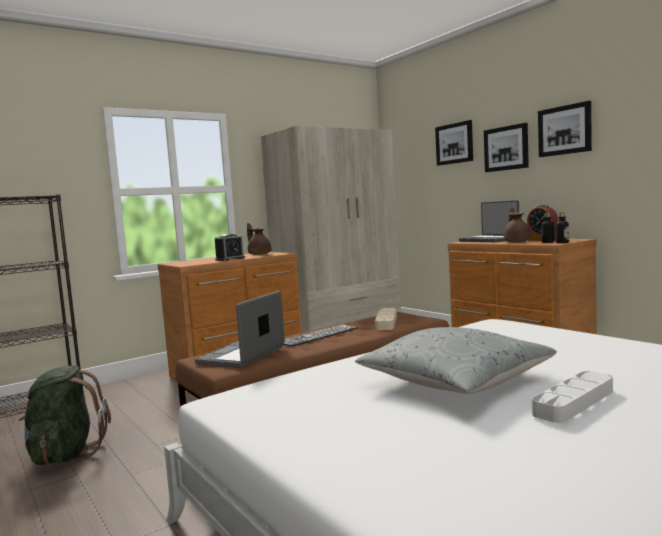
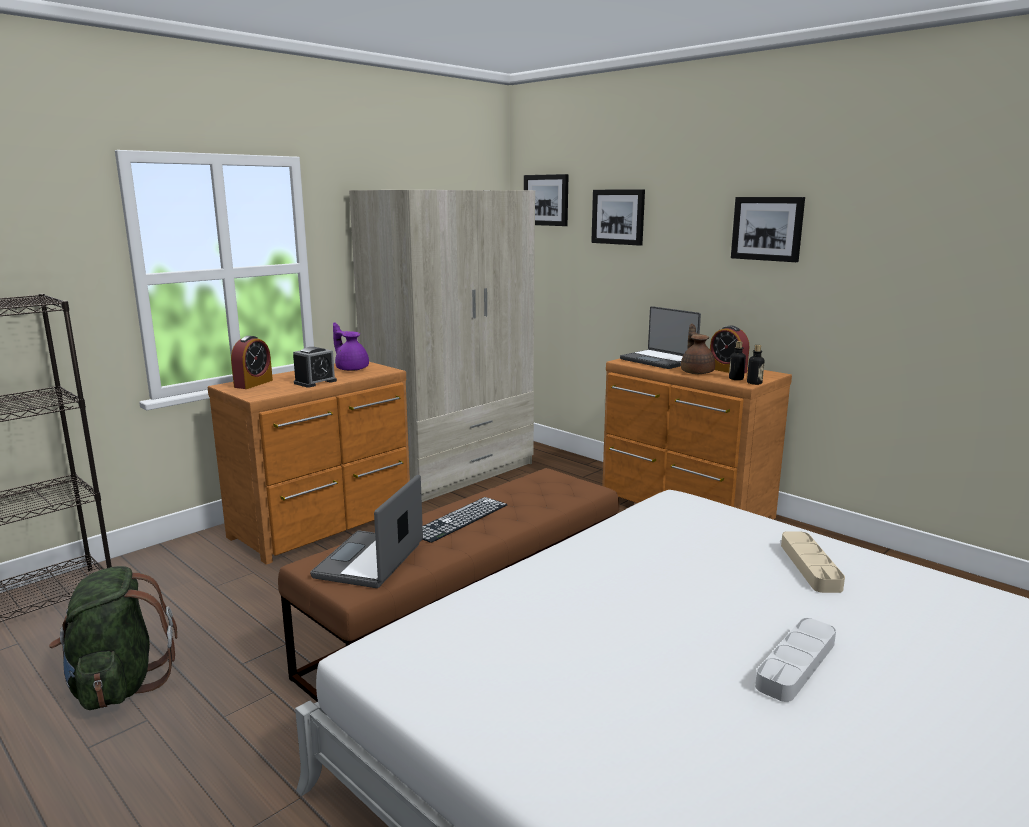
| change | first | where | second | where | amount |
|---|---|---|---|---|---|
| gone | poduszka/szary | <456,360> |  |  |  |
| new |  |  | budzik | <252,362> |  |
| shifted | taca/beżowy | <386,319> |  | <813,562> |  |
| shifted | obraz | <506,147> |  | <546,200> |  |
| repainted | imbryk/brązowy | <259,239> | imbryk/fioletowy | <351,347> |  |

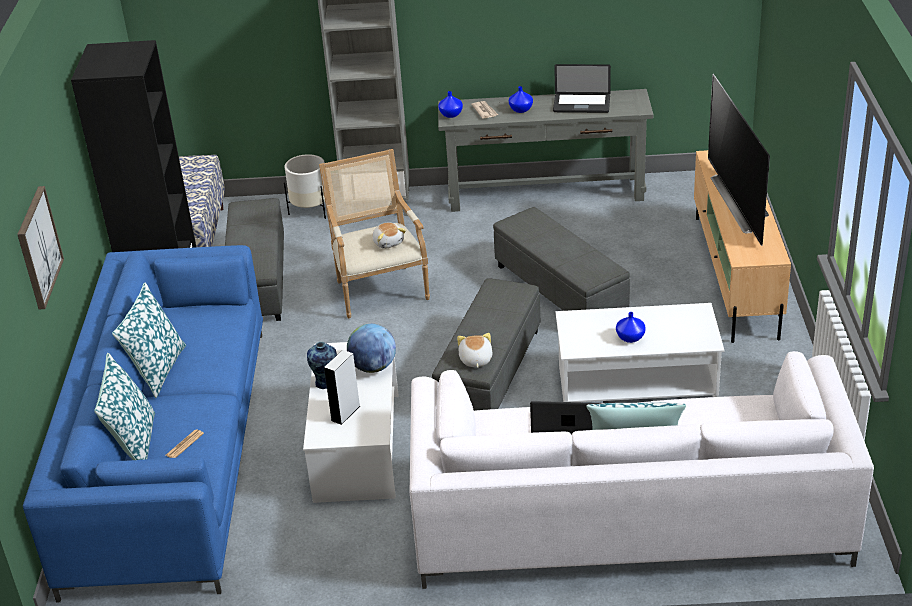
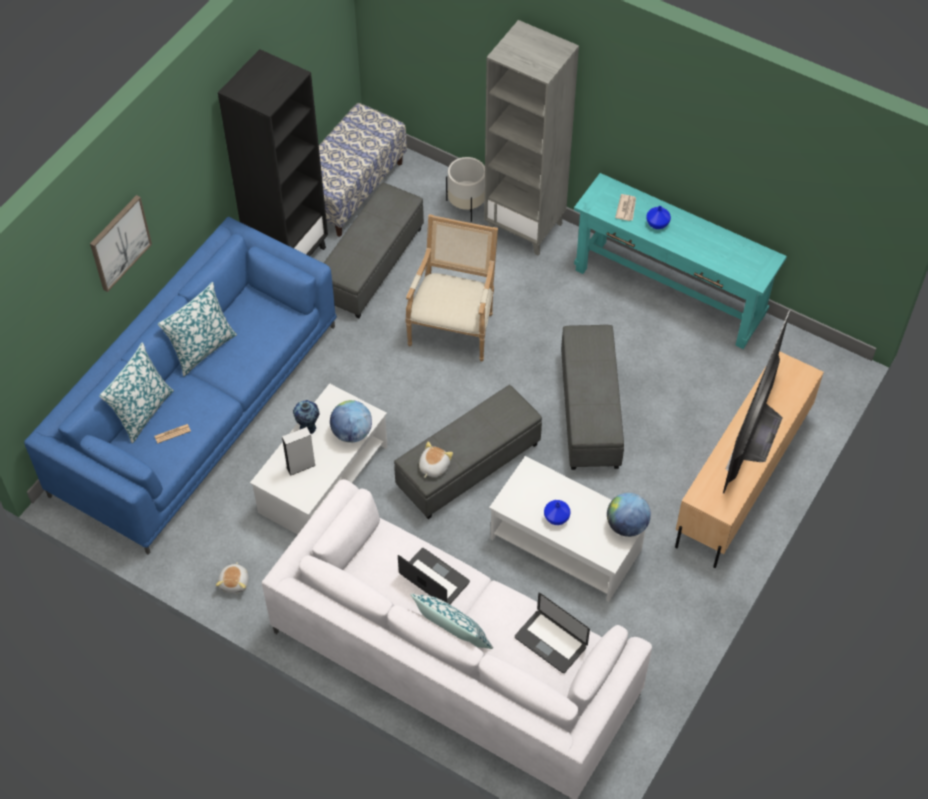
| change | first | where | second | where | amount |
|---|---|---|---|---|---|
| gone | wazon/niebieski | <450,104> |  |  |  |
| new |  |  | globus | <629,515> |  |
| shifted | pluszak | <389,235> |  | <232,577> |  |
| shifted | laptop | <582,88> |  | <552,633> |  |
| repainted | stolik konsolowy/szary | <546,150> | stolik konsolowy/turkusowy | <680,261> |  |

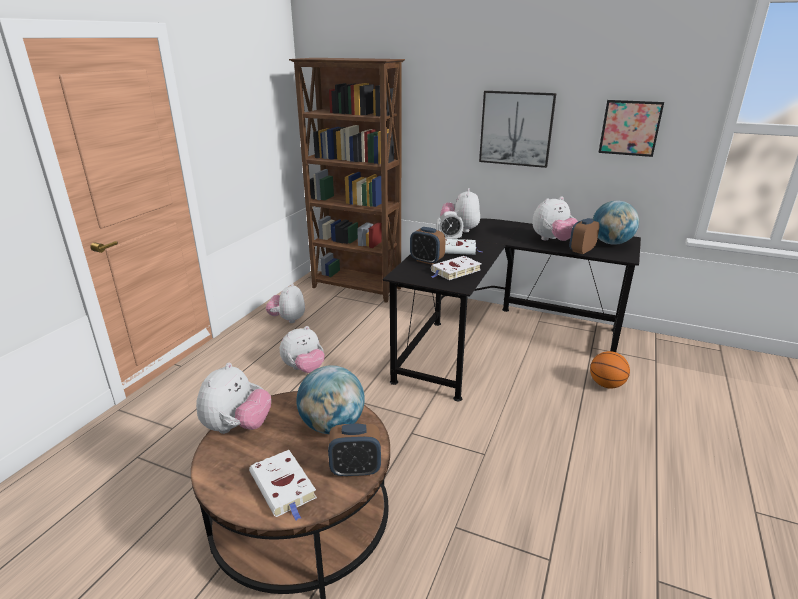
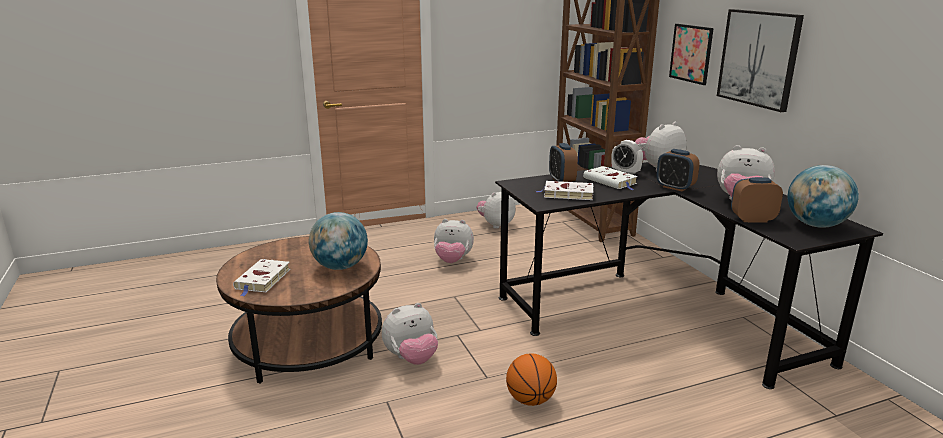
| change | first | where | second | where | amount |
|---|---|---|---|---|---|
| shifted | pluszak | <233,398> |  | <410,334> |  |
| shifted | budzik | <354,450> |  | <678,170> |  |
| shifted | piłka do koszykówki | <610,370> |  | <531,379> |  |
| shifted | obraz | <631,128> |  | <691,54> |  |

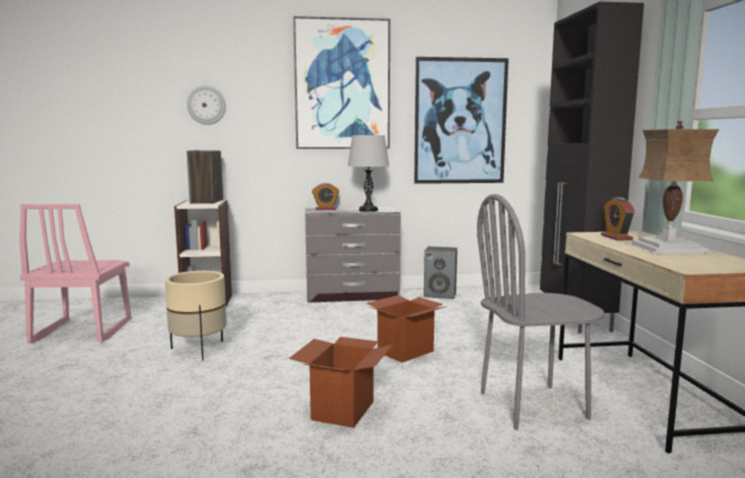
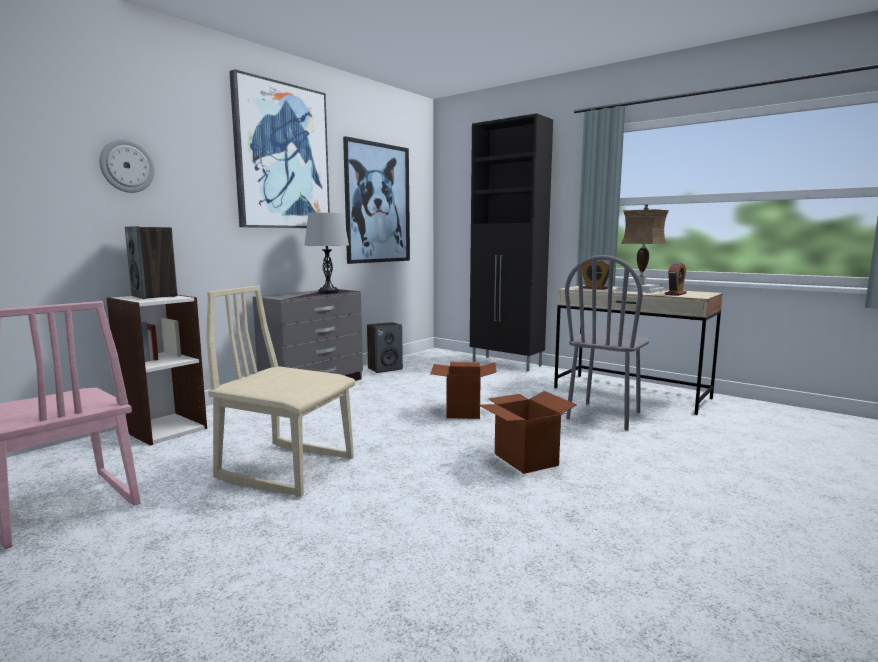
| change | first | where | second | where | amount |
|---|---|---|---|---|---|
| shifted | budzik | <325,196> |  | <676,279> |  |
| swapped | donica/beżowy | <196,316> | krzesło/beżowy | <281,391> |  |

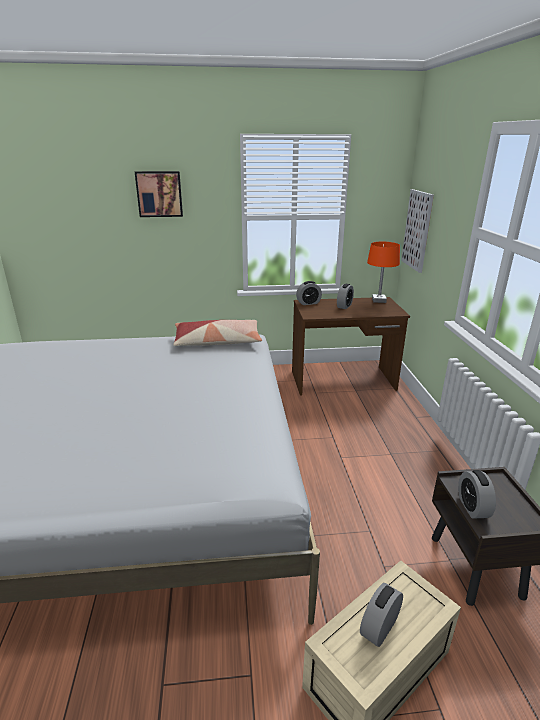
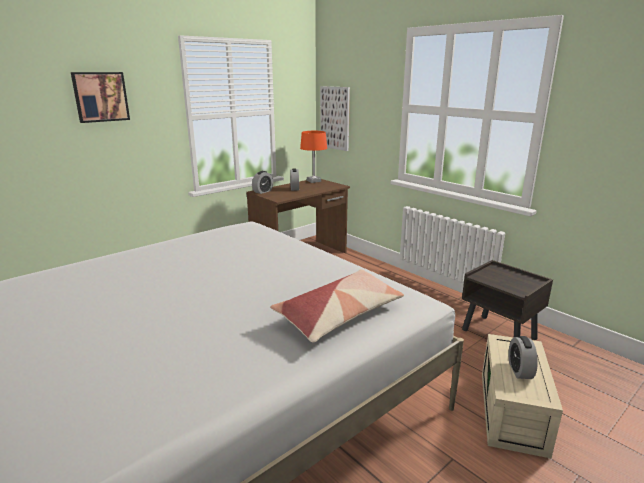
| change | first | where | second | where | amount |
|---|---|---|---|---|---|
| gone | budzik | <477,494> |  |  |  |
| shifted | poduszka | <217,333> |  | <337,306> |  |

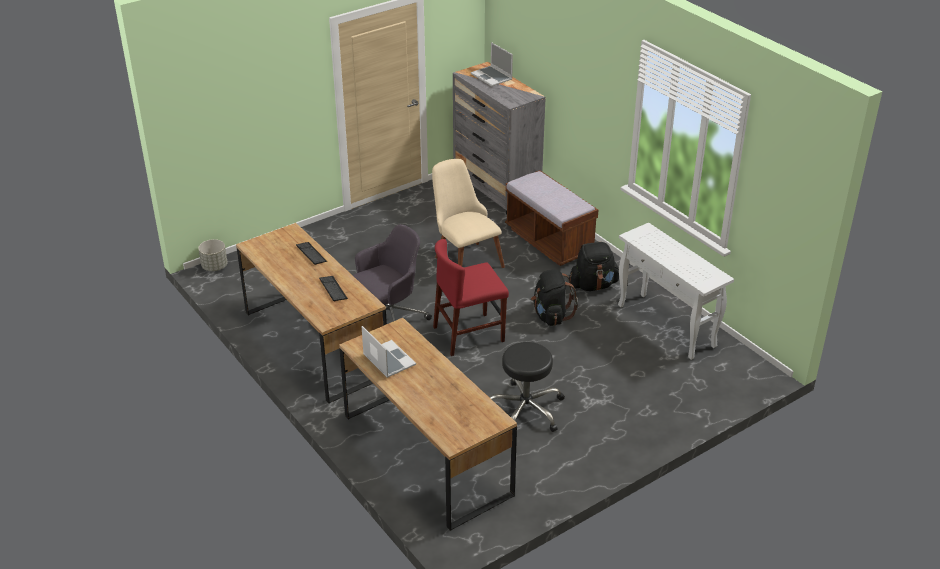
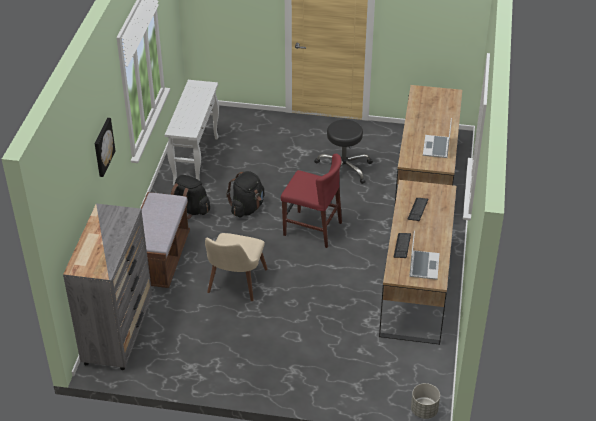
| change | first | where | second | where | amount |
|---|---|---|---|---|---|
| gone | krzesło biurowe/szary | <392,272> |  |  |  |
| new |  |  | obraz | <105,147> |  |
| shifted | laptop | <492,64> |  | <424,255> |  |

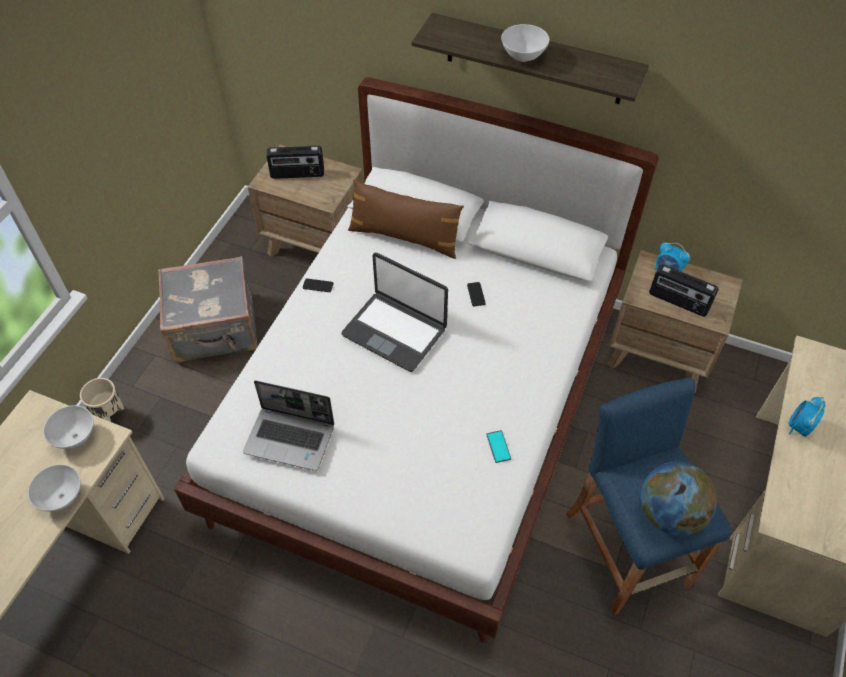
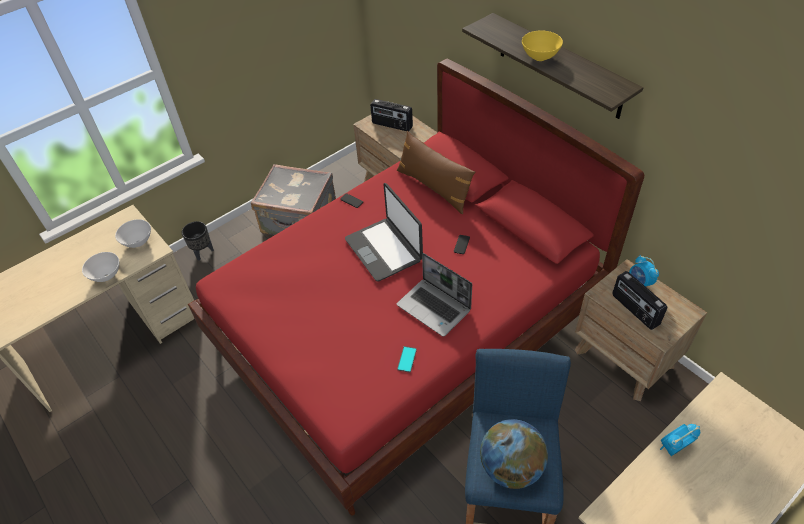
| change | first | where | second | where | amount |
|---|---|---|---|---|---|
| shifted | laptop | <288,425> |  | <434,295> |  |
| repainted | donica/beżowy | <102,400> | donica/czarny | <198,241> |  |
| repainted | łóżko/biały | <416,360> | łóżko/czerwony | <416,287> |  |
| repainted | miska/biały | <525,43> | miska/żółty | <542,45> |  |

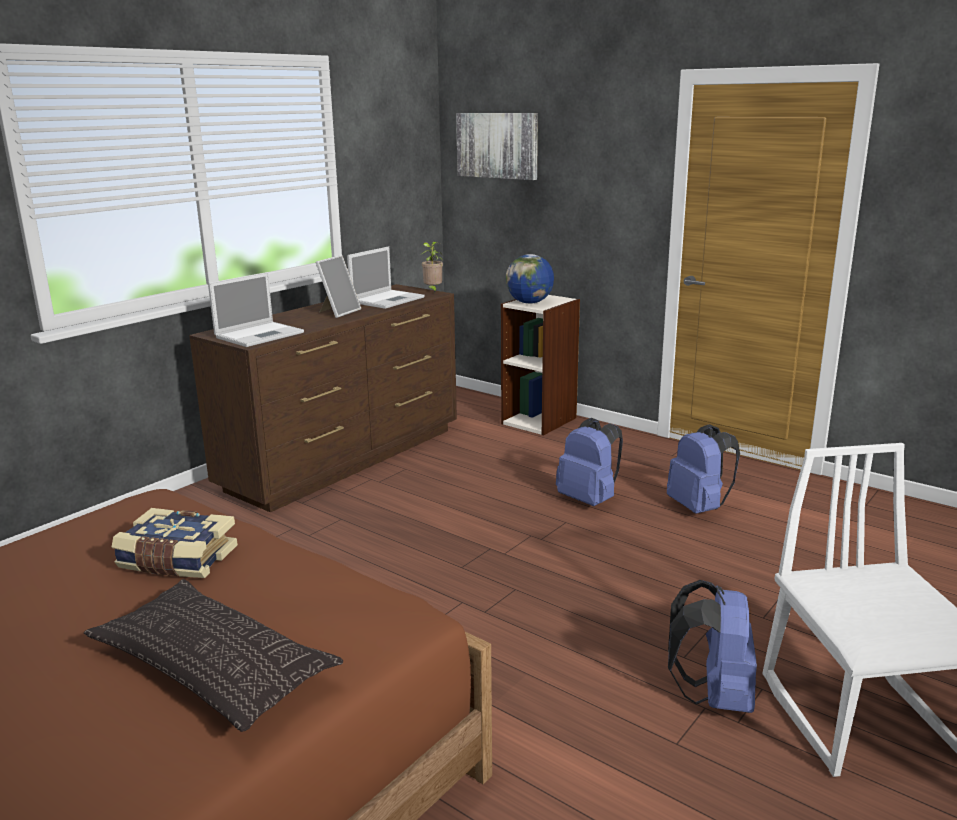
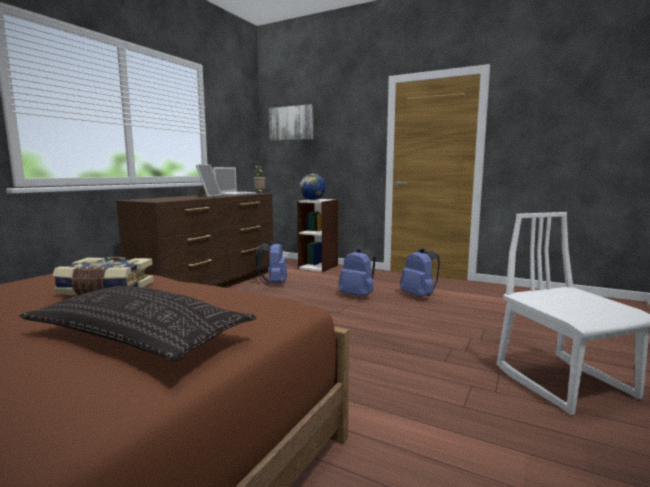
| change | first | where | second | where | amount |
|---|---|---|---|---|---|
| gone | laptop | <256,309> |  |  |  |
| shifted | plecak/niebieski | <712,646> |  | <271,262> |  |

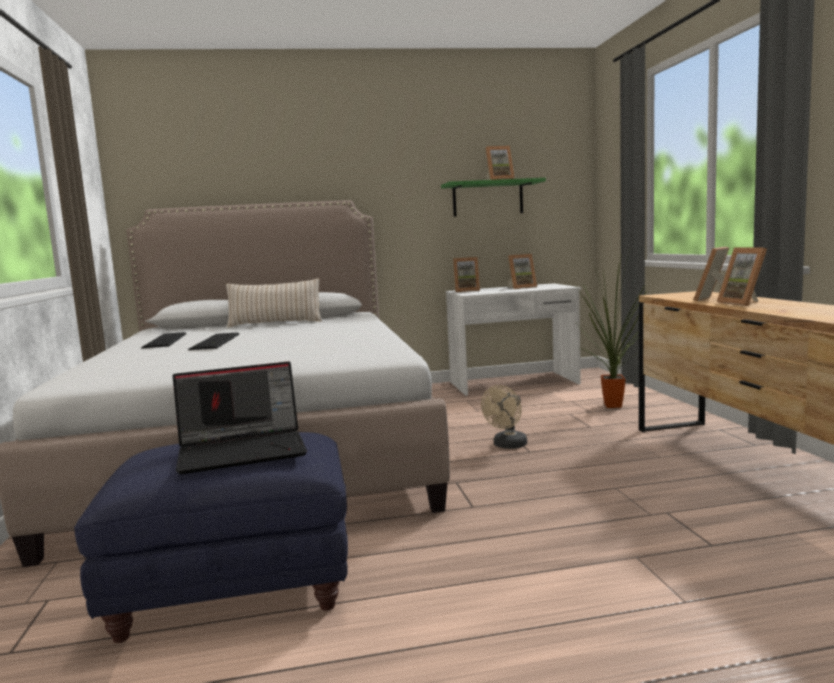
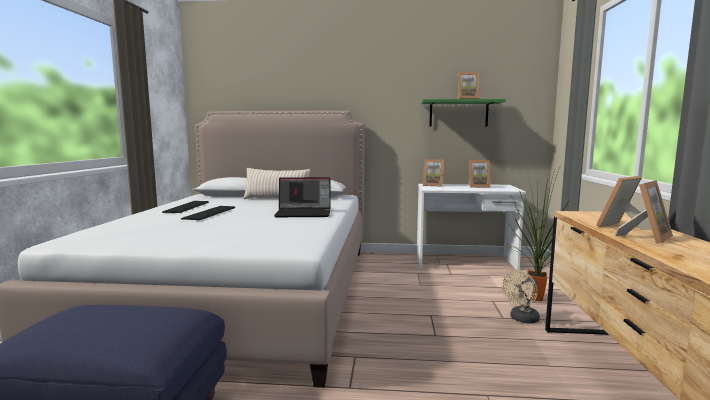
| change | first | where | second | where | amount |
|---|---|---|---|---|---|
| shifted | laptop | <240,417> |  | <302,197> |  |
| shifted | wentylator/beżowy | <504,417> |  | <521,297> |  |
| rotated | ramka na zdjęcie | <742,276> |  | <643,212> | 135 degrees counterclockwise |

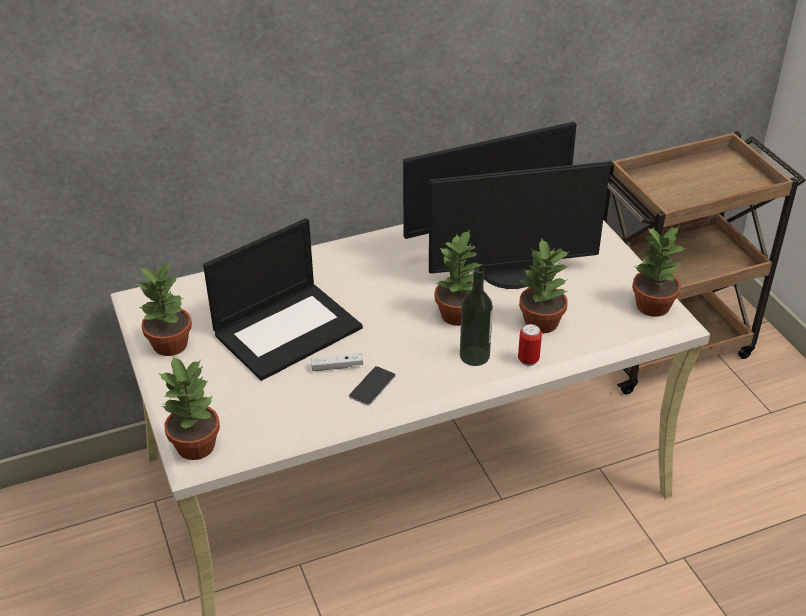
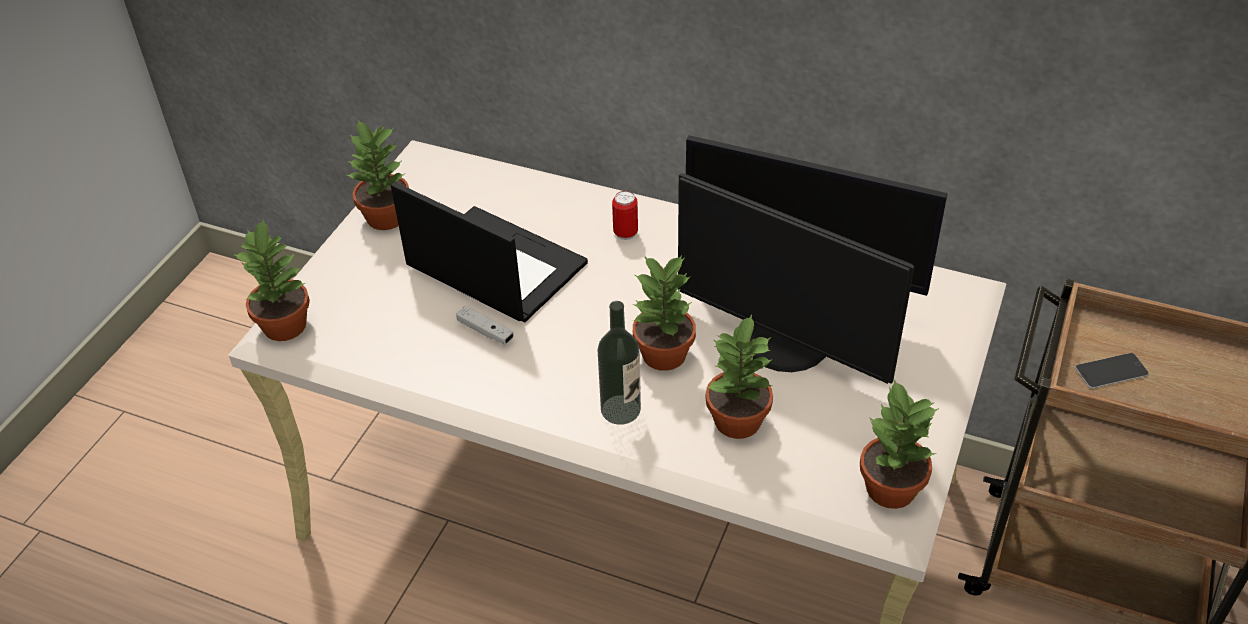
| change | first | where | second | where | amount |
|---|---|---|---|---|---|
| shifted | telefon | <372,386> |  | <1112,371> |  |
| shifted | puszka | <530,345> |  | <625,215> |  |
| rotated | laptop | <283,299> |  | <489,252> | 150 degrees counterclockwise |

